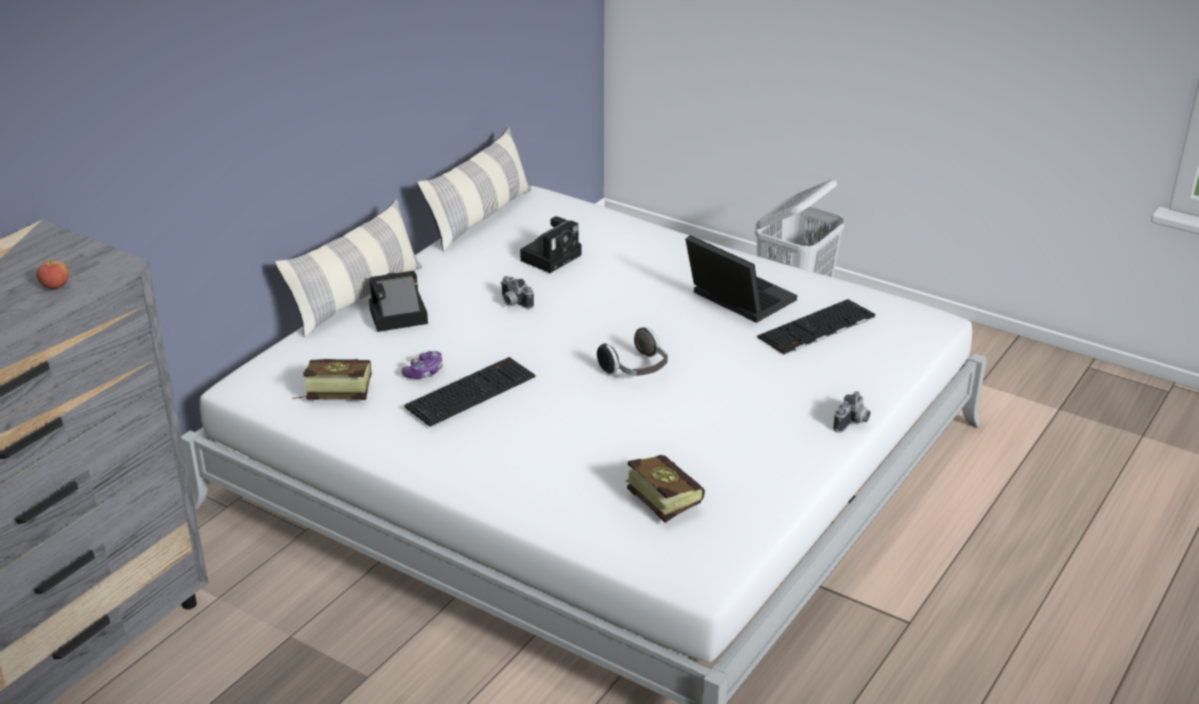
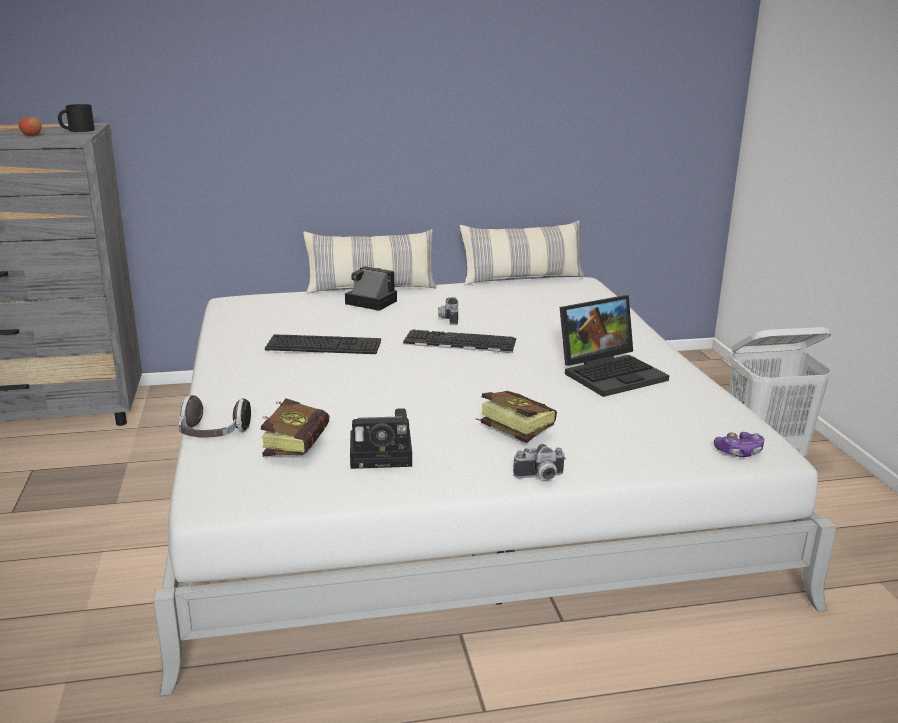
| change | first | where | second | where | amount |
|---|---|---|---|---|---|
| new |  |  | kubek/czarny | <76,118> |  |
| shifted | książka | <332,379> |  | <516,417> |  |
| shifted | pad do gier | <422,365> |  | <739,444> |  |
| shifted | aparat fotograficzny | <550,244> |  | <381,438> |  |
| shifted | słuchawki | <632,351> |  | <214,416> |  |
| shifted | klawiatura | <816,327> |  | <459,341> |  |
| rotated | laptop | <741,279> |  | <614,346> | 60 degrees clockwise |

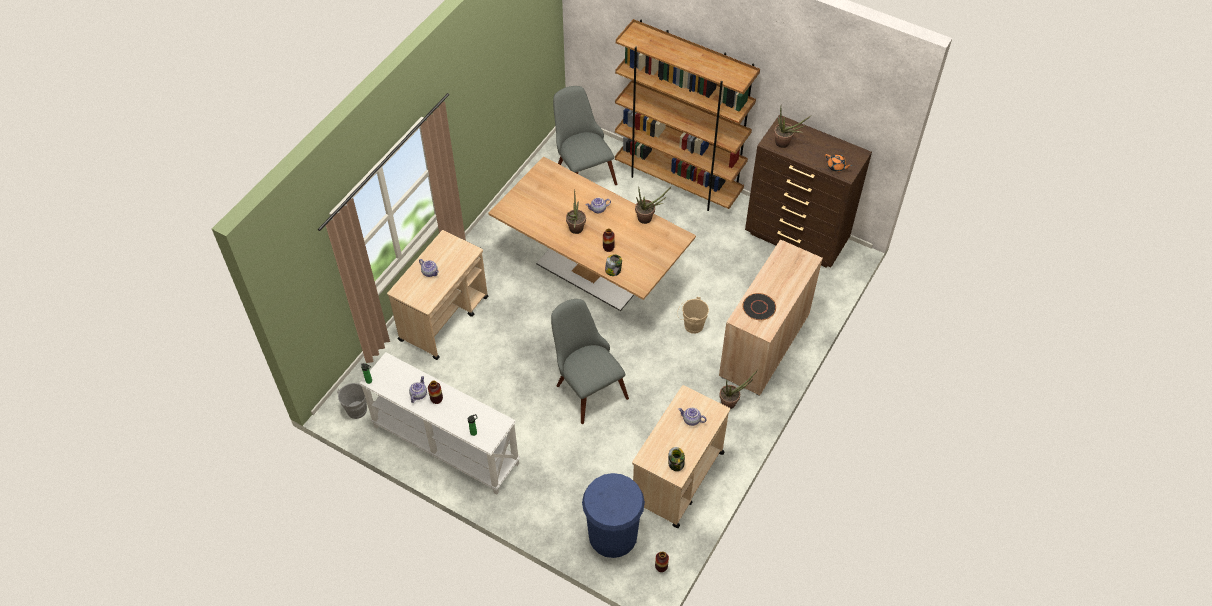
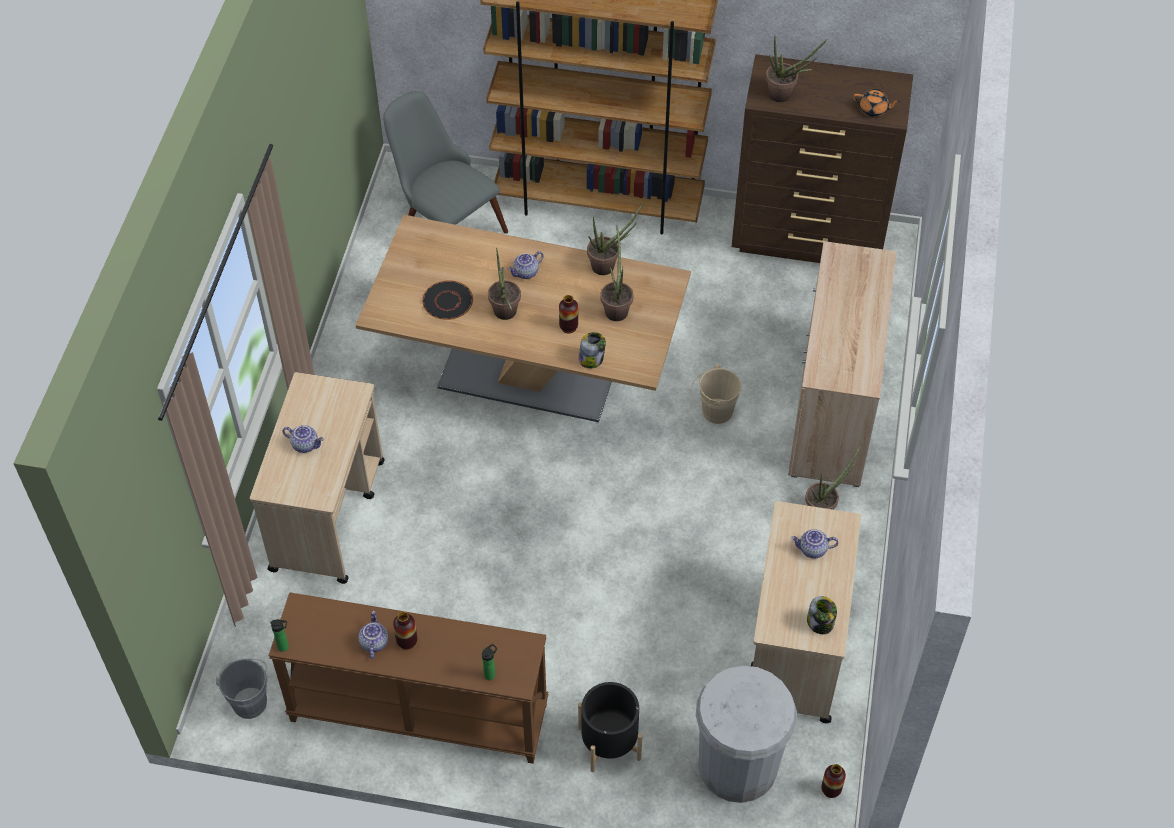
| change | first | where | second | where | amount |
|---|---|---|---|---|---|
| gone | krzesło/szary | <590,361> |  |  |  |
| new |  |  | donica/czarny | <610,727> |  |
| new |  |  | roślina doniczkowa | <616,273> |  |
| shifted | talerz/czarny | <759,306> |  | <447,300> |  |
| repainted | stolik konsolowy/biały | <439,423> | stolik konsolowy/brązowy | <408,678> |  |
| repainted | kosz na śmieci/niebieski | <613,515> | kosz na śmieci/biały | <746,734> |  |

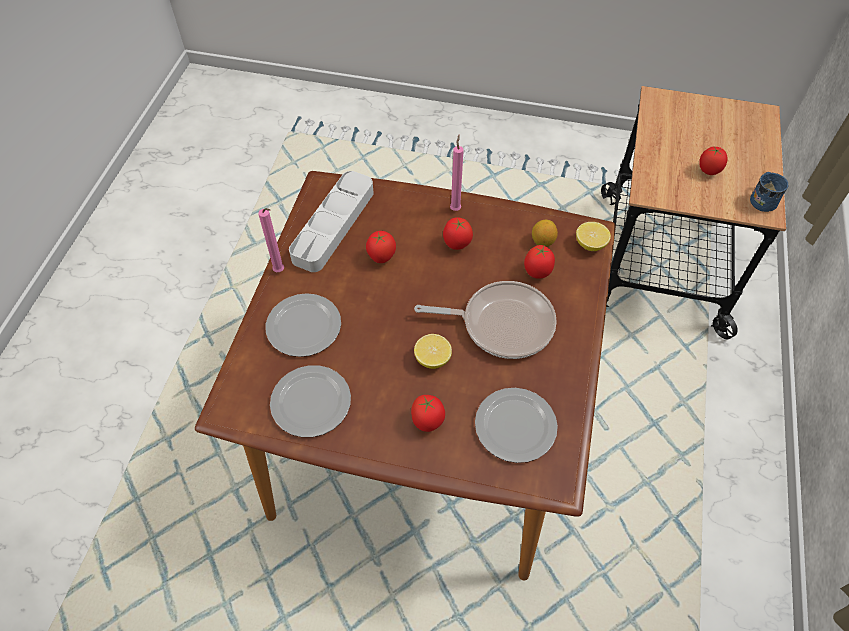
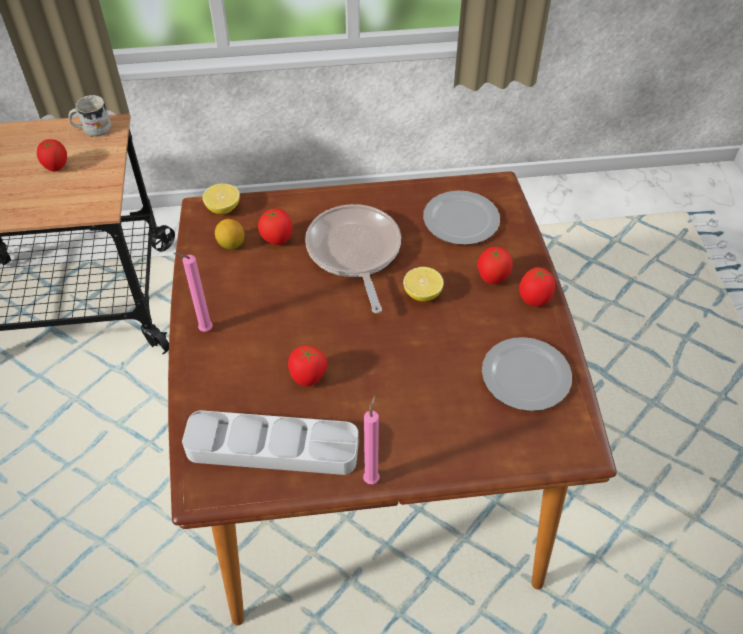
| change | first | where | second | where | amount |
|---|---|---|---|---|---|
| gone | talerz | <303,325> |  |  |  |
| shifted | pomidor | <458,233> |  | <537,286> |  |
| repainted | kubek/niebieski | <769,192> | kubek/biały | <90,116> |  |

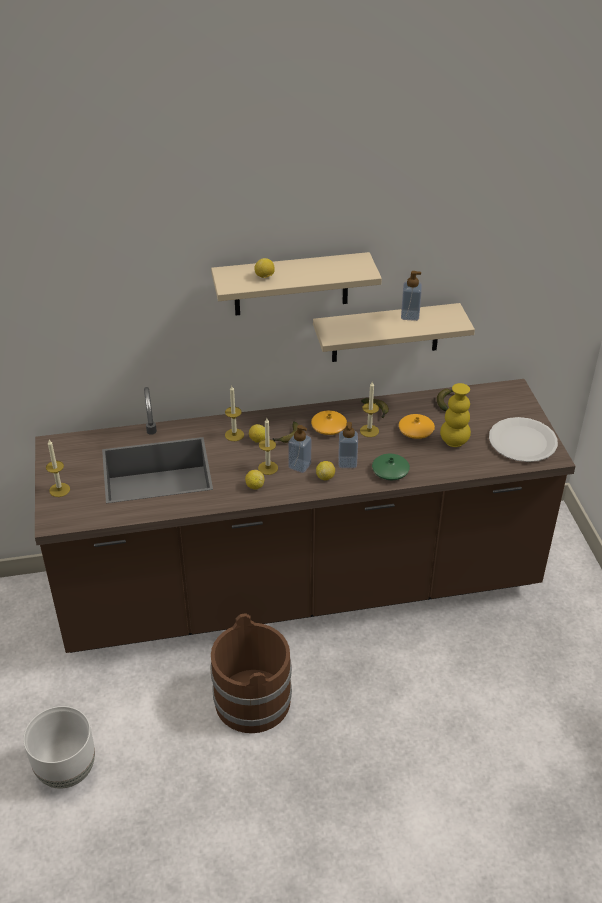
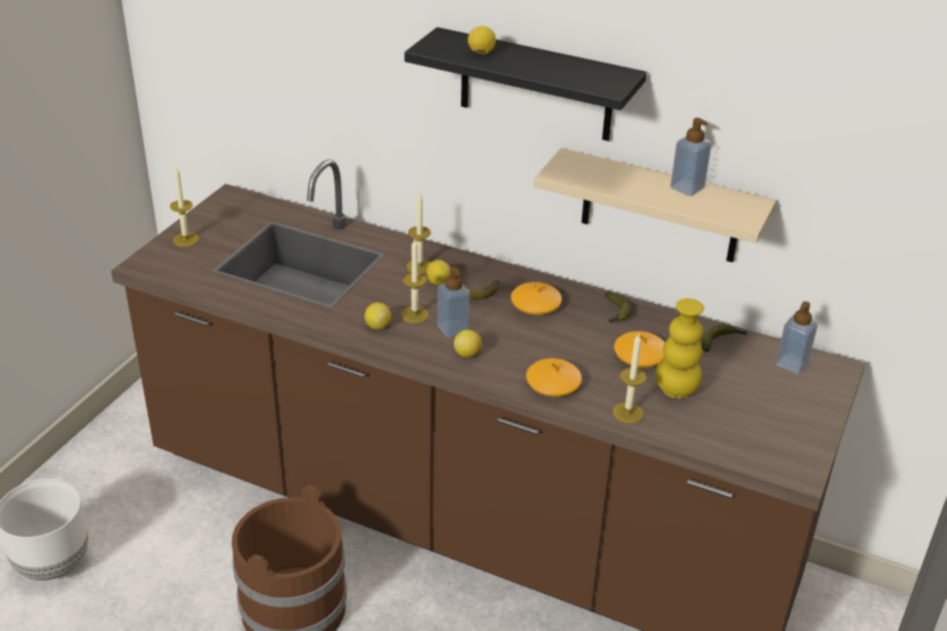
| change | first | where | second | where | amount |
|---|---|---|---|---|---|
| gone | talerz/biały | <523,439> |  |  |  |
| shifted | dozownik mydła | <348,445> |  | <797,337> |  |
| shifted | świeca | <369,409> |  | <630,378> |  |
| repainted | półka/beżowy | <296,283> | półka/czarny | <525,84> |  |
| repainted | wazon/zielony | <391,467> | wazon/pomarańczowy | <554,377> |  |

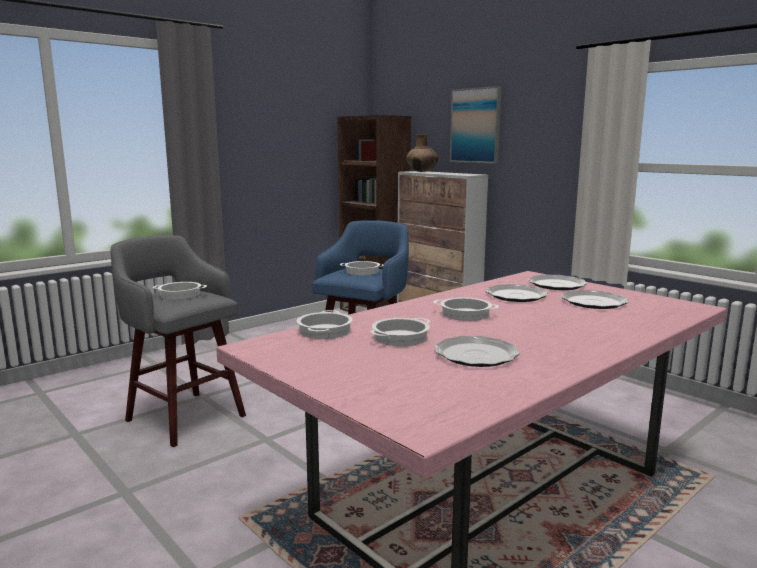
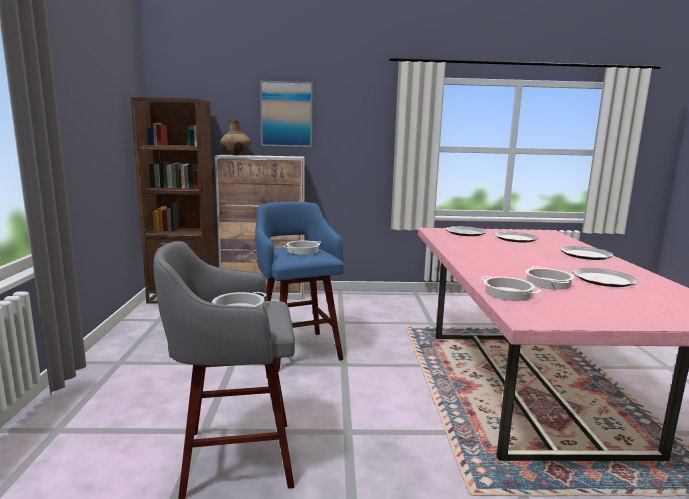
| change | first | where | second | where | amount |
|---|---|---|---|---|---|
| gone | garnek | <466,309> |  |  |  |
| shifted | talerz | <517,293> |  | <586,253> |  |

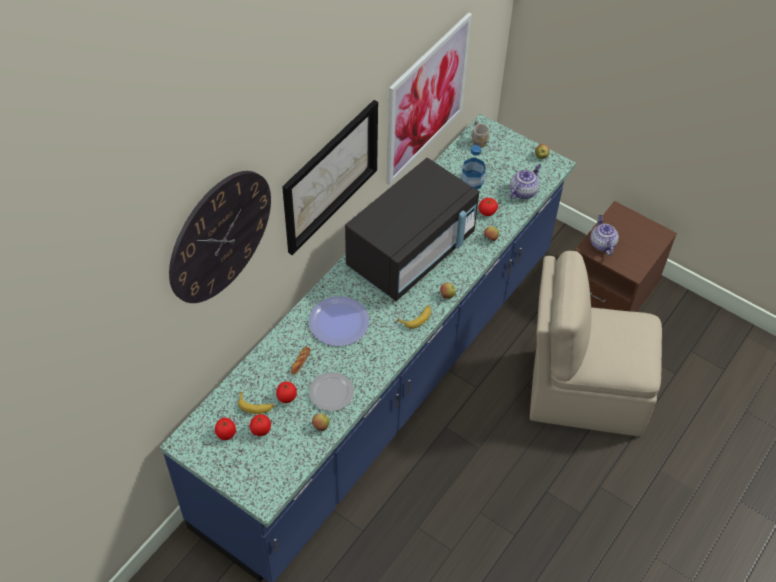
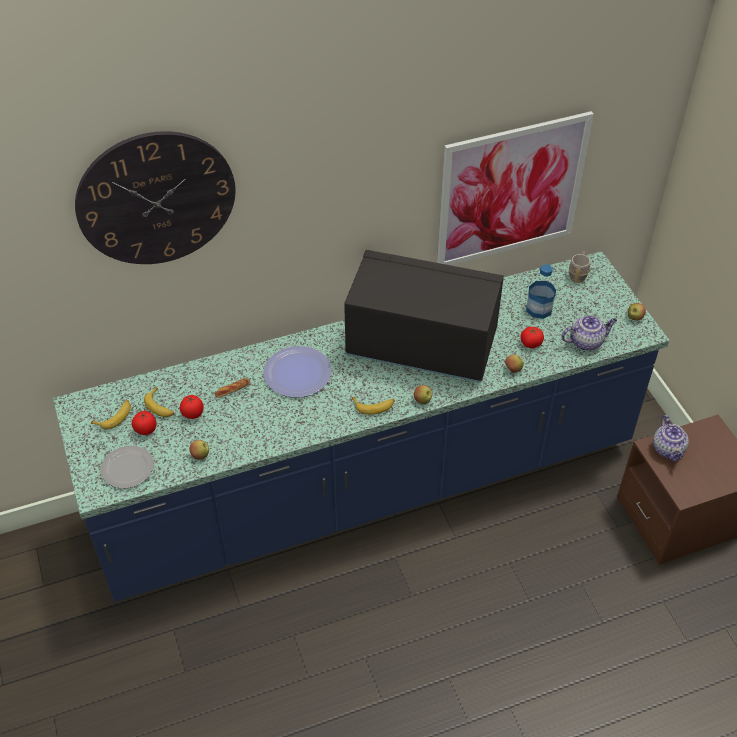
| change | first | where | second | where | amount |
|---|---|---|---|---|---|
| gone | obraz | <330,177> |  |  |  |
| gone | krzesło/beżowy | <596,343> |  |  |  |
| shifted | talerz | <331,391> |  | <127,467> |  |
| swapped | pomidor | <225,429> | banan | <111,414> |  |
| rotated | mikrofalówka/czarny | <412,229> |  | <424,316> | 150 degrees counterclockwise |
| rotated | imbryk | <604,235> |  | <671,438> | 150 degrees clockwise |

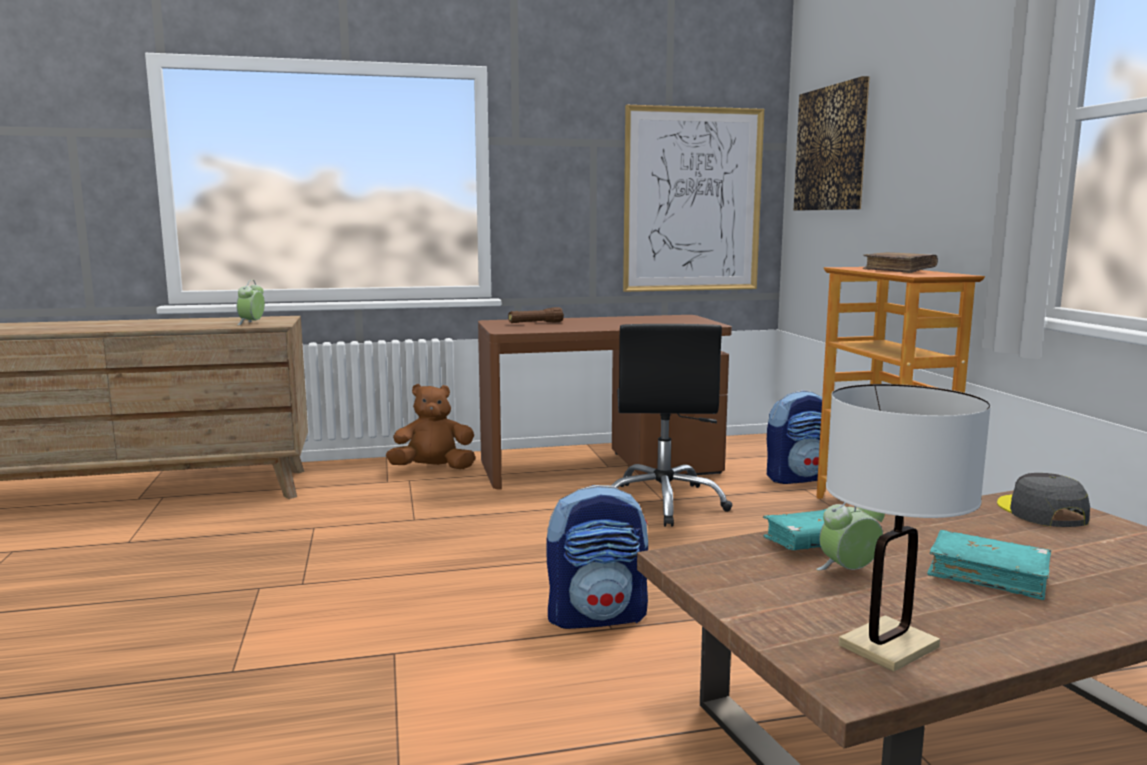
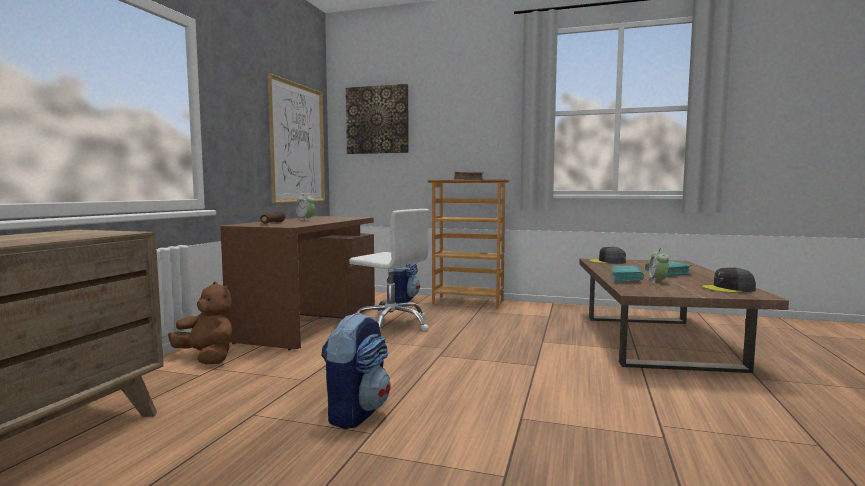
| change | first | where | second | where | amount |
|---|---|---|---|---|---|
| shifted | budzik | <250,302> |  | <305,207> |  |
| shifted | plecak | <597,557> |  | <355,370> |  |
| swapped | lampa stołowa/biały | <908,528> | czapka z daszkiem/szary | <729,280> |  |
| repainted | krzesło biurowe/czarny | <672,425> | krzesło biurowe/biały | <389,270> |  |
| rotated | pluszak/brązowy | <430,426> |  | <200,323> | 105 degrees clockwise |

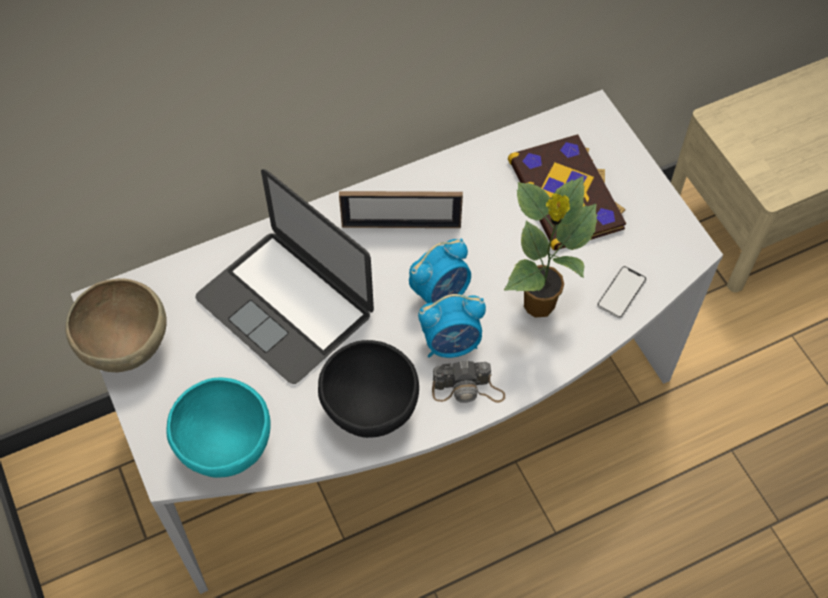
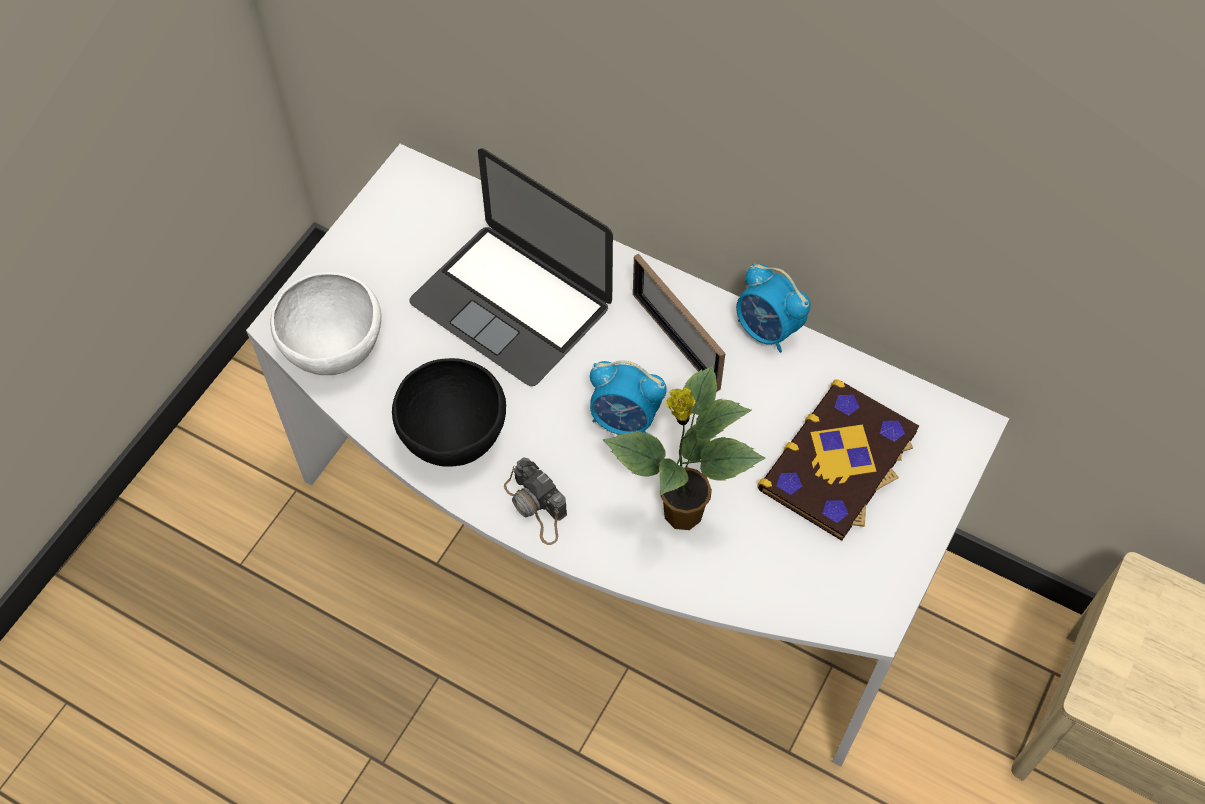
| change | first | where | second | where | amount |
|---|---|---|---|---|---|
| gone | miska/brązowy | <116,325> |  |  |  |
| gone | telefon | <622,292> |  |  |  |
| shifted | budzik | <452,326> |  | <773,308> |  |
| repainted | miska/turkusowy | <218,428> | miska/biały | <325,323> |  |
| rotated | laptop | <285,276> |  | <511,267> | 60 degrees counterclockwise |

